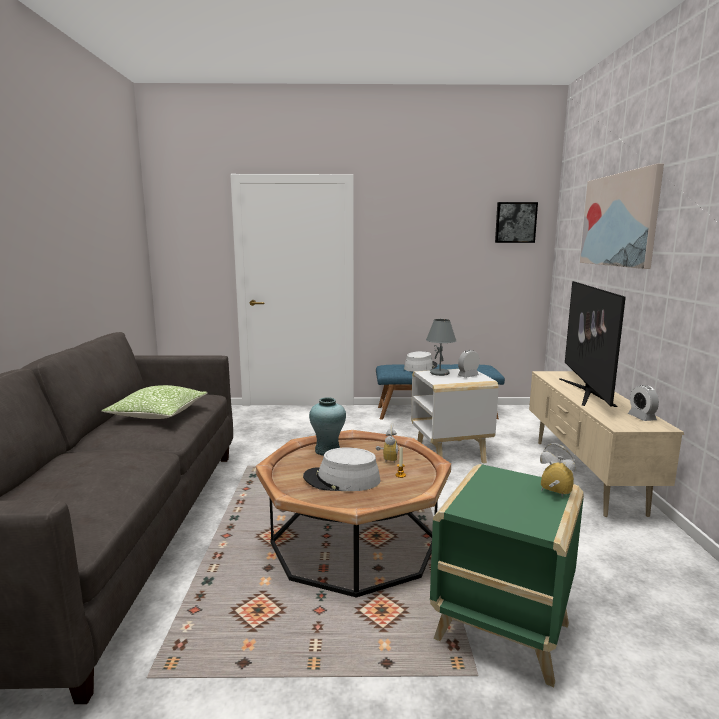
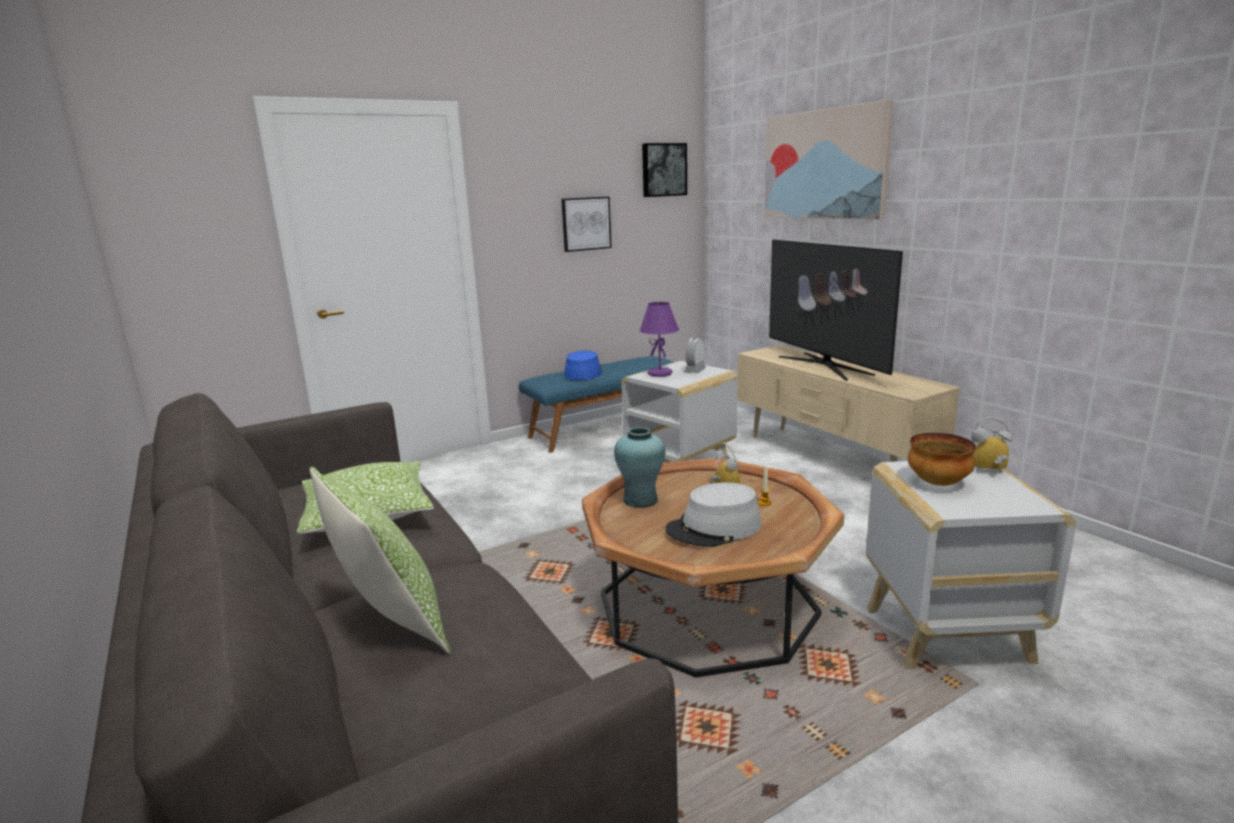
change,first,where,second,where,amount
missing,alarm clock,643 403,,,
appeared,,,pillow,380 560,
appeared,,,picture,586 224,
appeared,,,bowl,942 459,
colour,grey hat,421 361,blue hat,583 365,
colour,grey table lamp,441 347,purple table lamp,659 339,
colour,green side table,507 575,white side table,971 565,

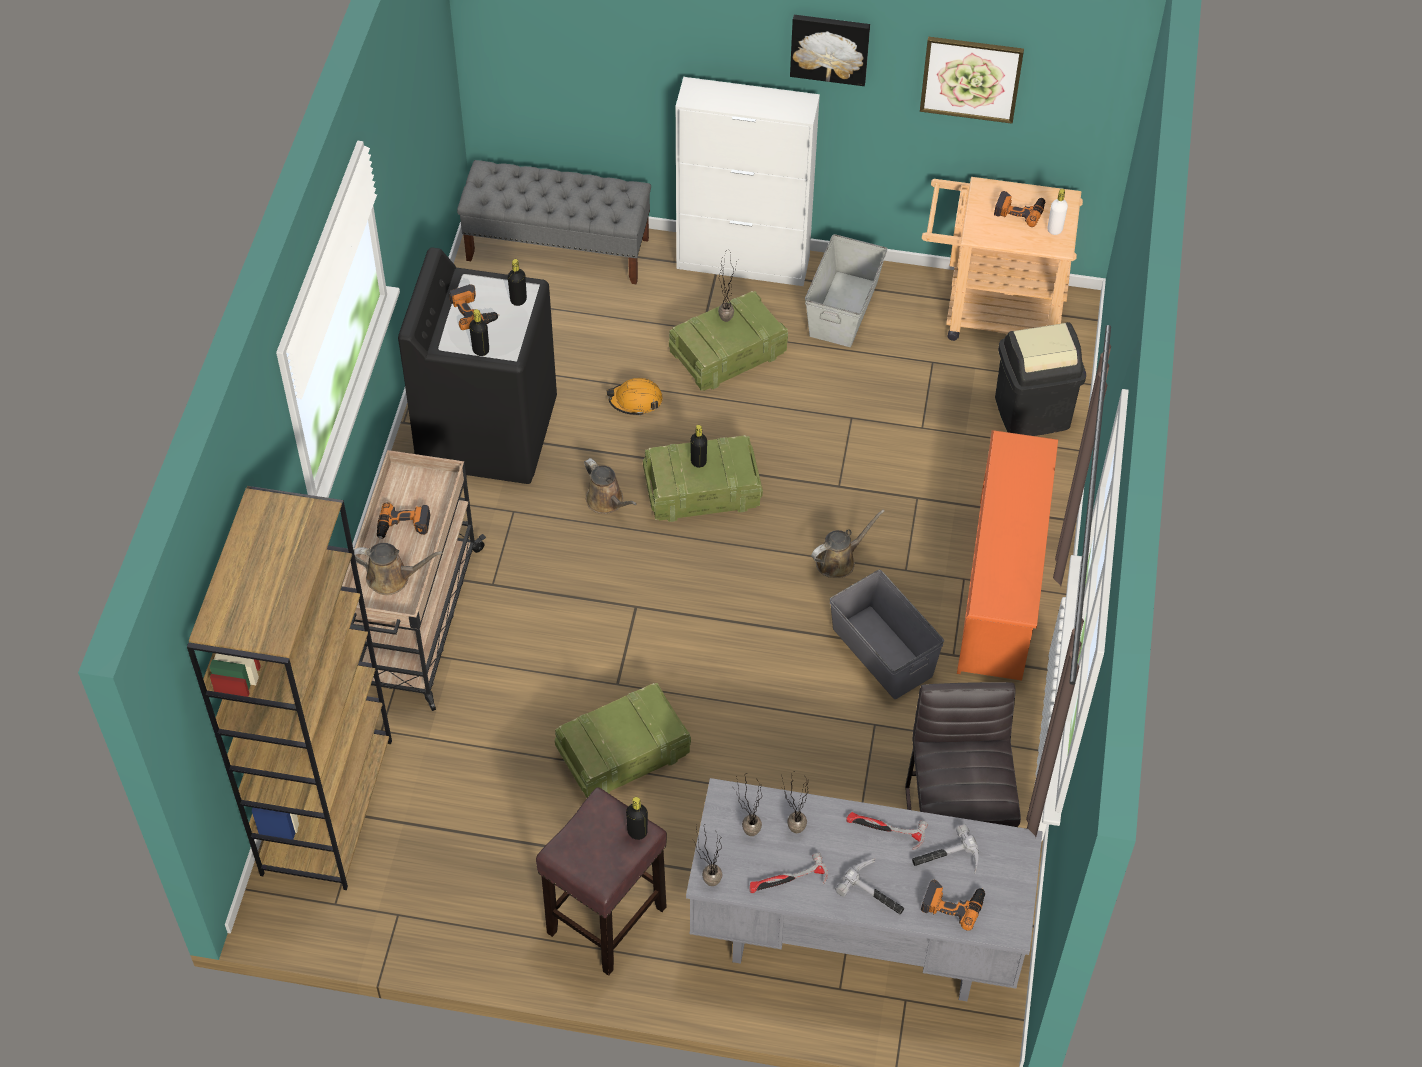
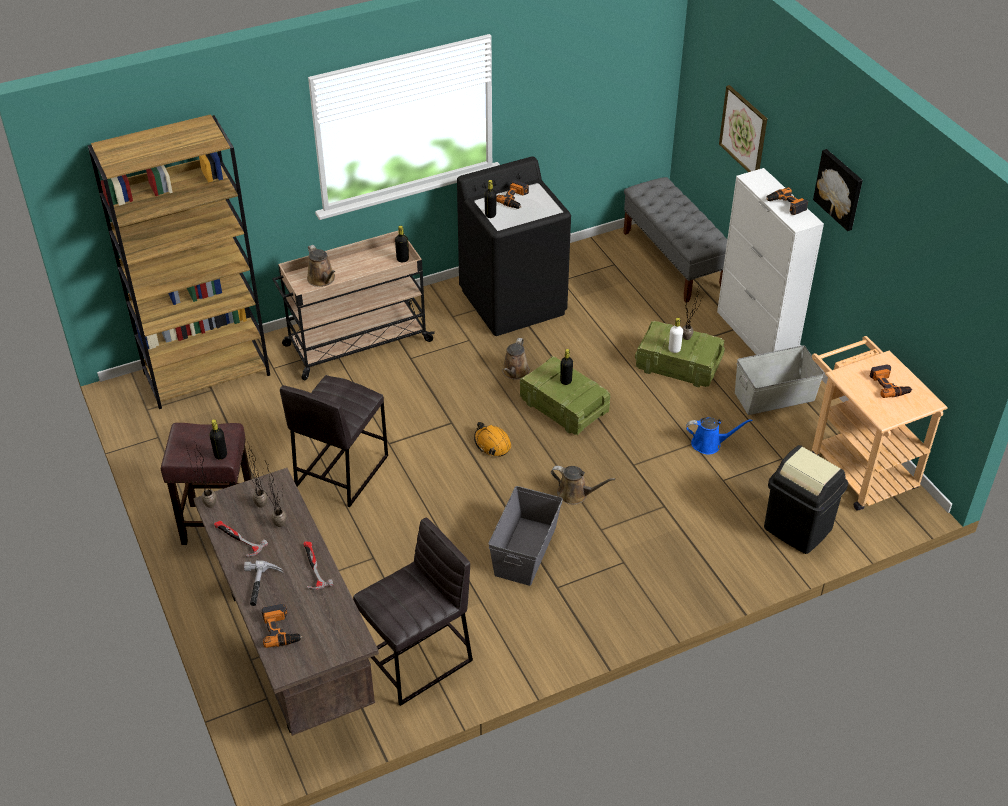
change,first,where,second,where,amount
missing,hammer,945 848,,,
missing,orange shoe rack,1007 555,,,
appeared,,,blue watering can,719 436,
relocated,power drill,403 521,,787 201,
relocated,black bottle,517 282,,402 244,
relocated,orange hard hat,634 397,,492 439,
relocated,picture,972 80,,743 128,
relocated,white bottle,1058 212,,676 335,
exchanged,crate,623 740,grey stool,334 441,
colour,grey desk,864 889,brown desk,286 602,

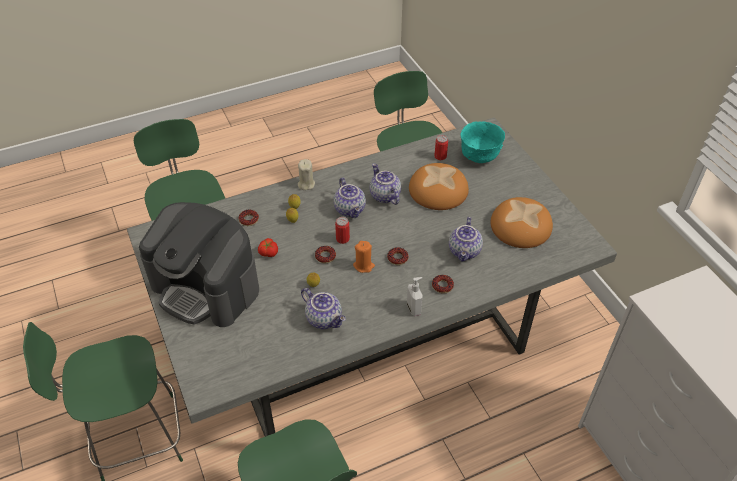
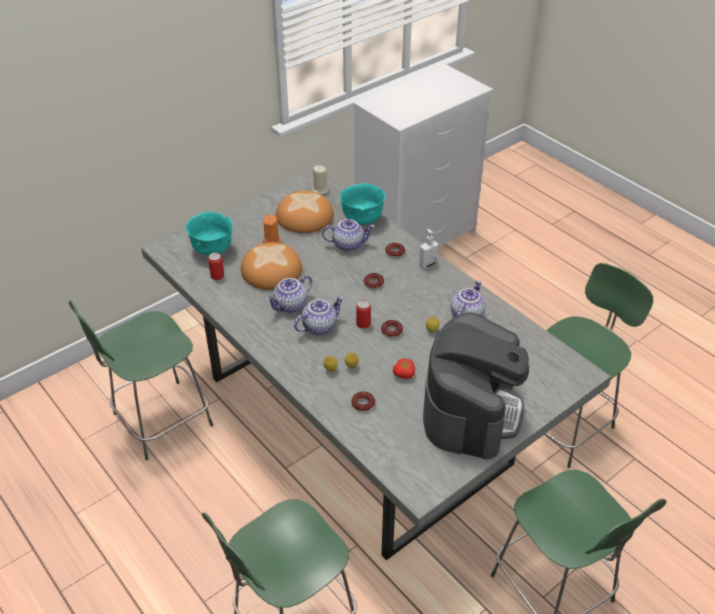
change,first,where,second,where,amount
appeared,,,turquoise bowl,363 204,
relocated,beige candle,306 174,,320 180,
relocated,orange candle,364 257,,272 229,

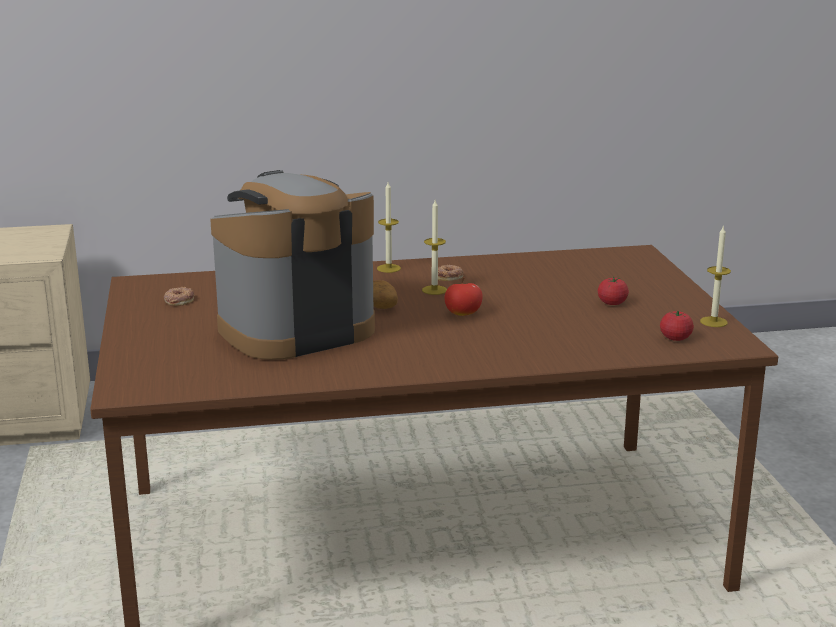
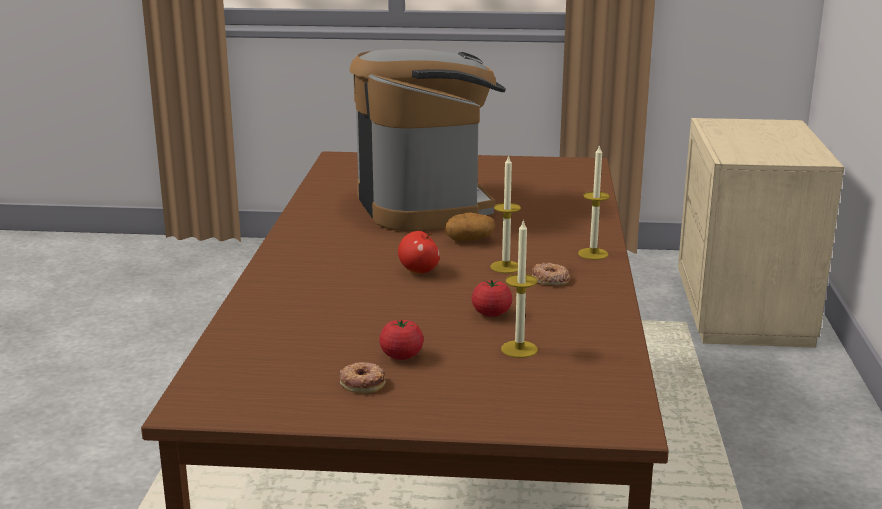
change,first,where,second,where,amount
relocated,donut,179 296,,363 377,
relocated,tomato,677 326,,491 298,
relocated,candle,715 276,,519 289,

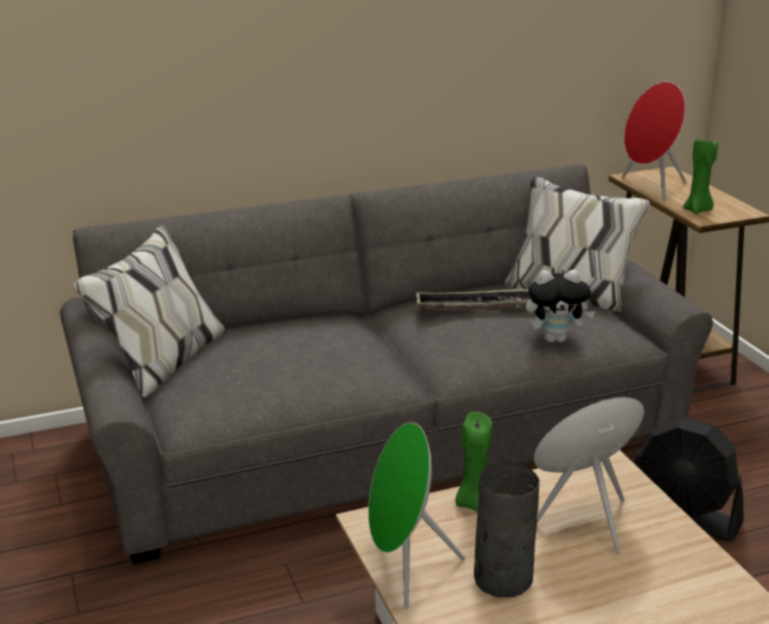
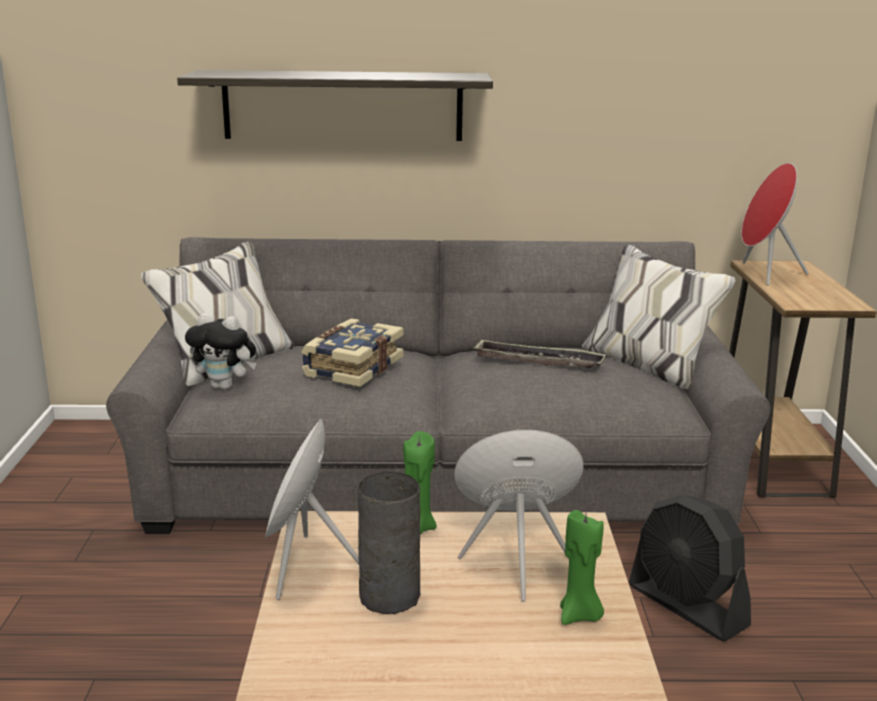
change,first,where,second,where,amount
appeared,,,shelf,335 105,
appeared,,,book,352 352,
relocated,plush toy,561 306,,220 351,
relocated,green candle,700 176,,582 567,
colour,green speaker,416 515,white speaker,312 509,

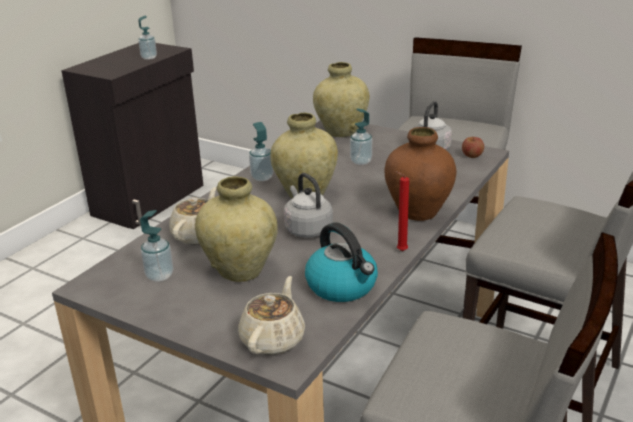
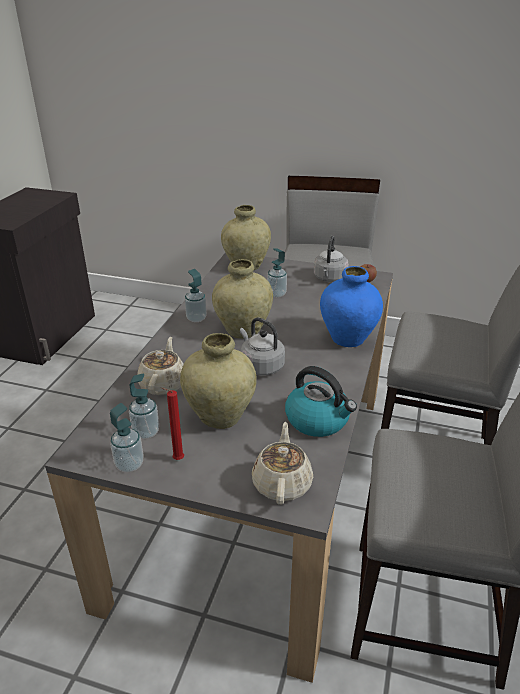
change,first,where,second,where,amount
relocated,soap dispenser,147 38,,127 438,
relocated,red candle,402 211,,172 423,
colour,brown vase,420 174,blue vase,351 306,

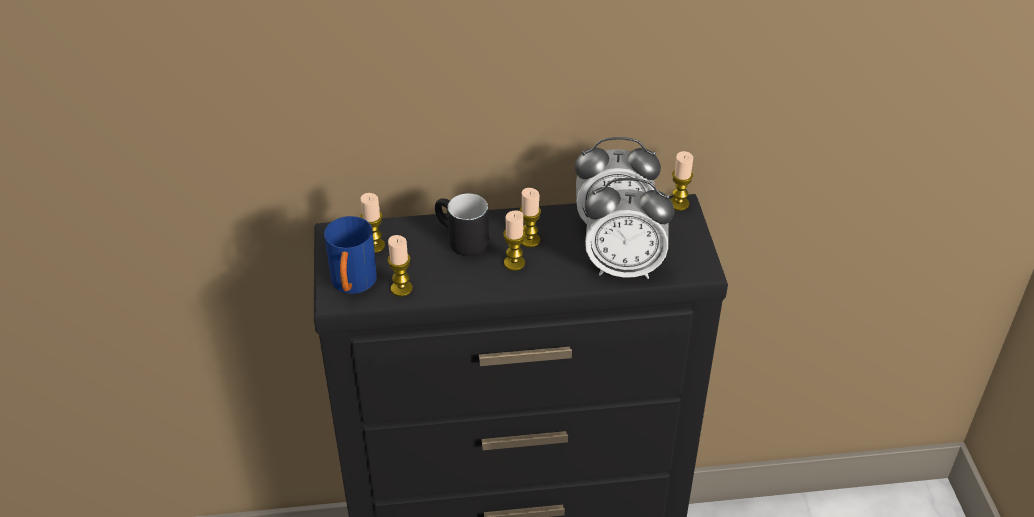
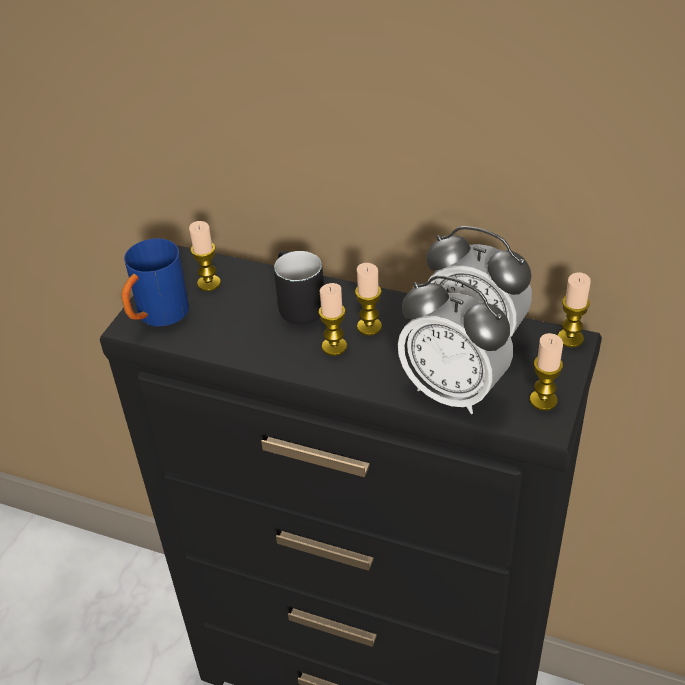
change,first,where,second,where,amount
relocated,candle,400 266,,546 372,

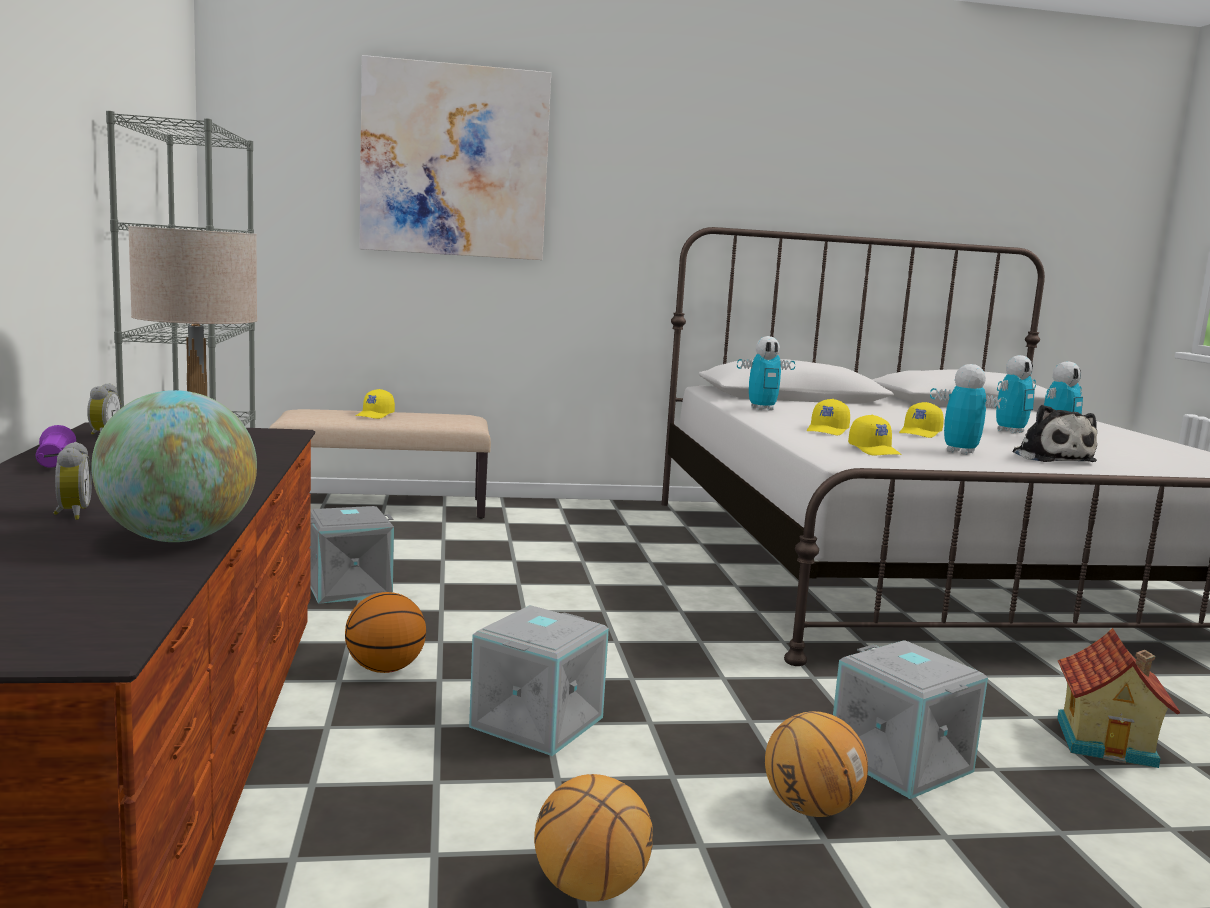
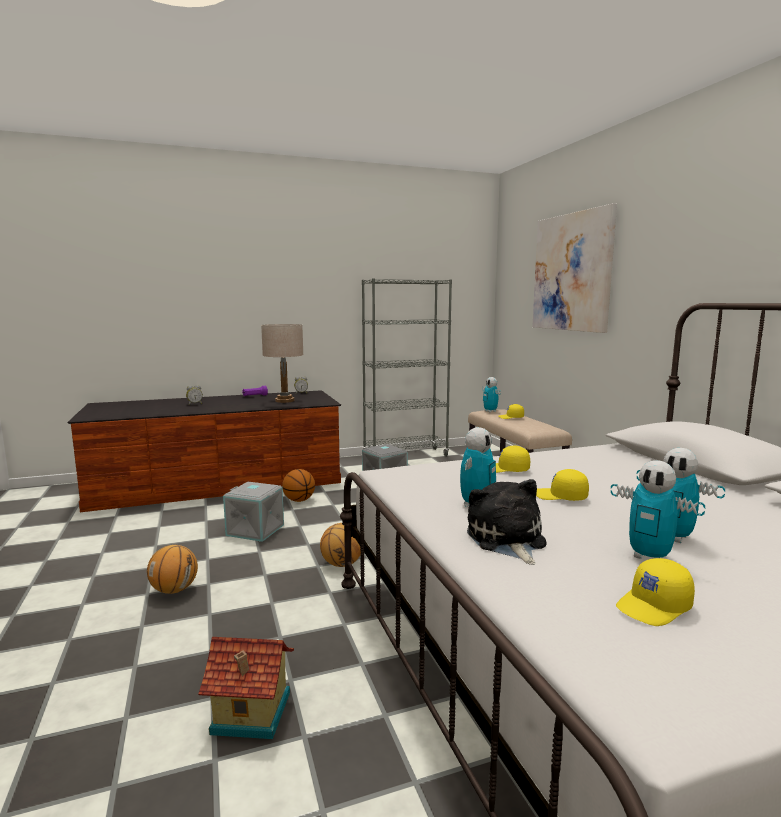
change,first,where,second,where,amount
missing,globe,174 466,,,
missing,grey storage box,910 719,,,
relocated,basketball,593 838,,340 545,
relocated,toy robot,766 373,,491 394,
relocated,yellow cap,875 435,,655 592,
spun,plush toy,1054 433,,506 522,105 degrees clockwise

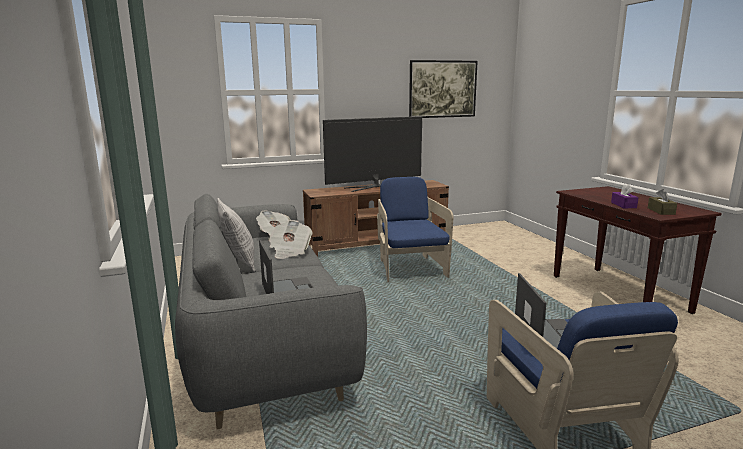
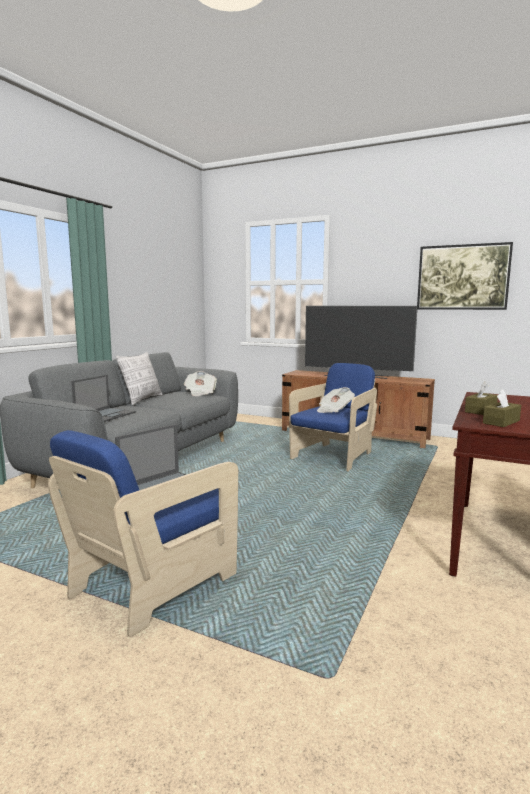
change,first,where,second,where,amount
relocated,newspaper,290 239,,336 400,
colour,purple tissue box,625 196,brown tissue box,481 398,

